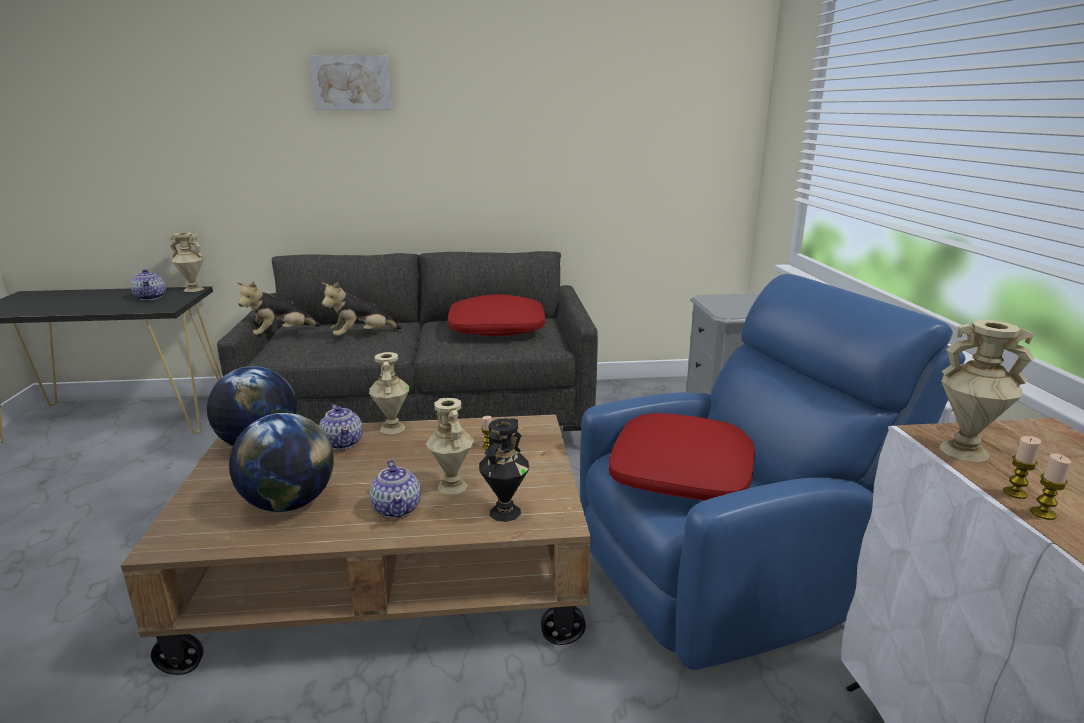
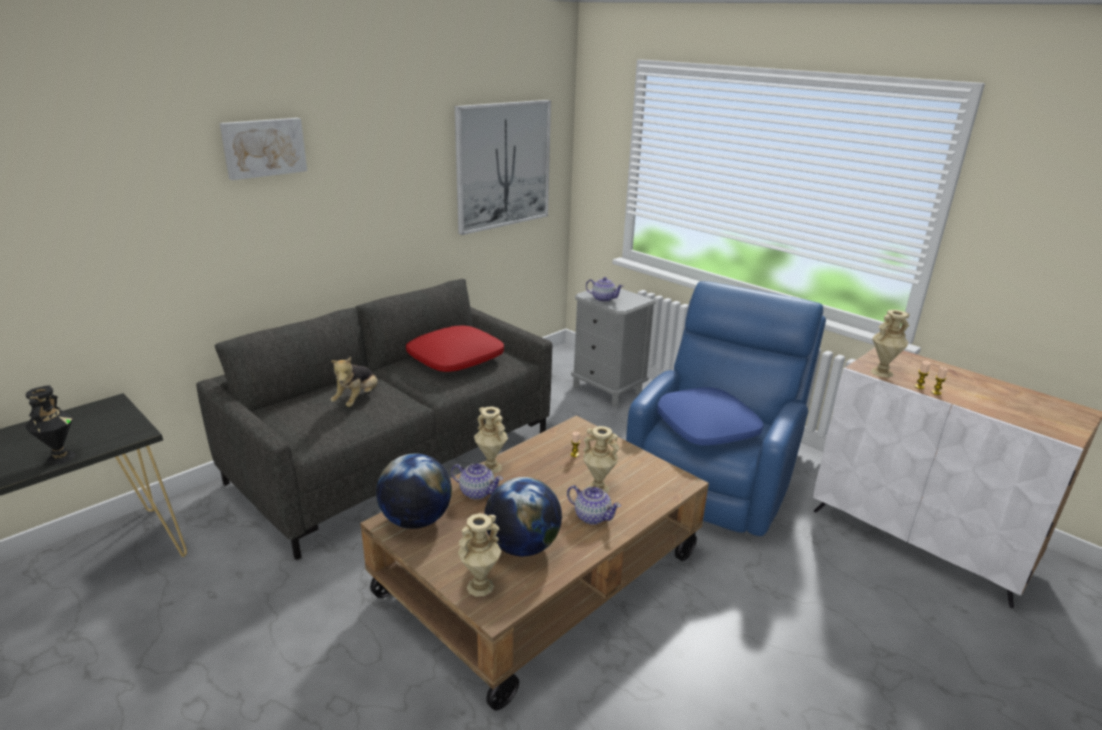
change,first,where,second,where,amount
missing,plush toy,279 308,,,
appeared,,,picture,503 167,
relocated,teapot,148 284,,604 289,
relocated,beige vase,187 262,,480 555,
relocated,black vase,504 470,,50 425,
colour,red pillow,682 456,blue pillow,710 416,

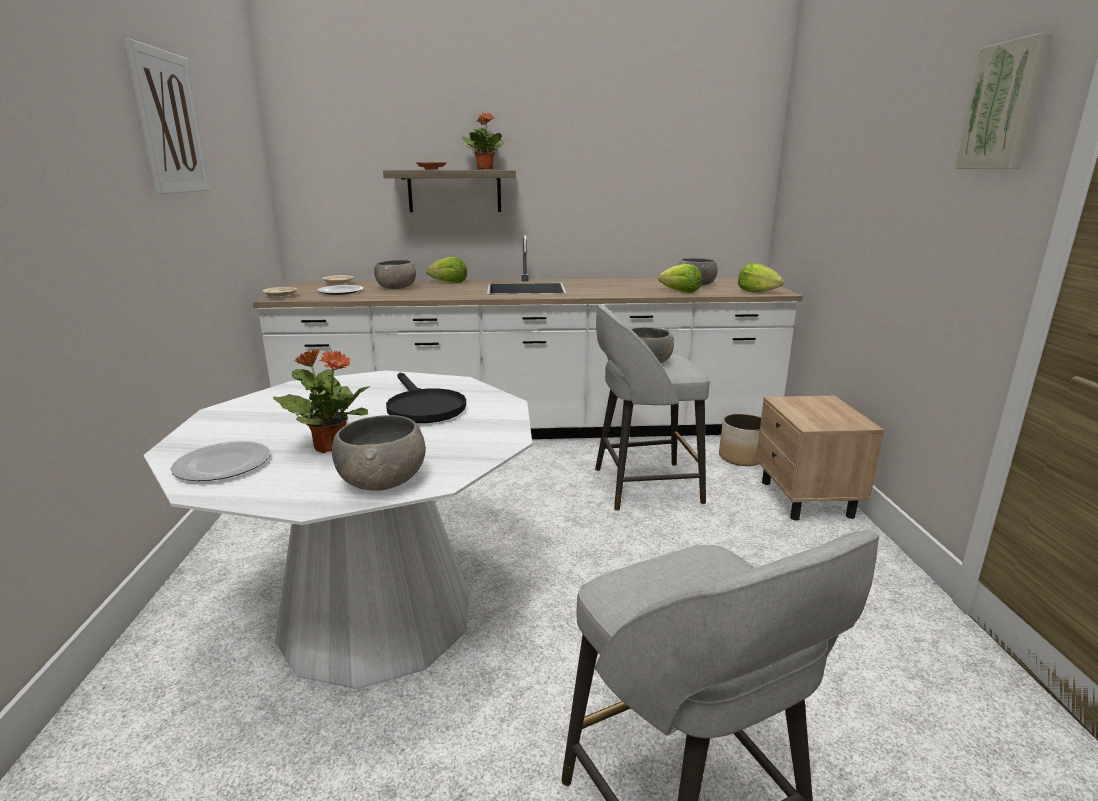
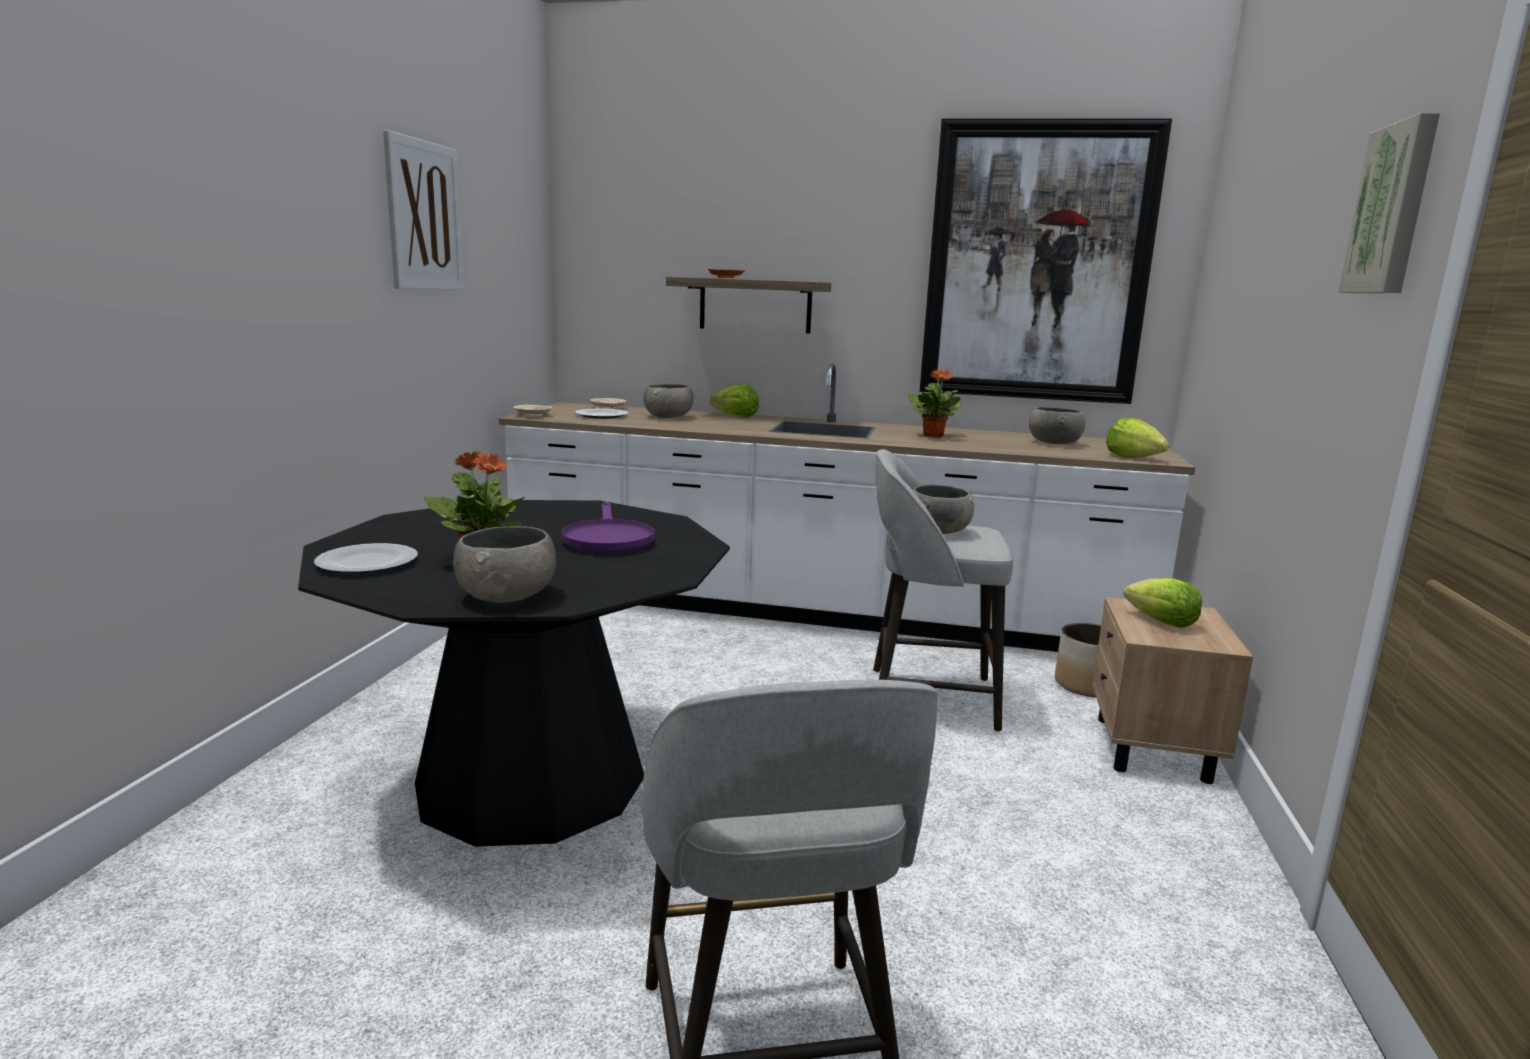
change,first,where,second,where,amount
appeared,,,picture,1046 261,
relocated,potted plant,483 141,,935 403,
relocated,lettuce,680 278,,1163 603,
colour,white dining table,338 529,black dining table,514 673,
colour,black frying pan,426 398,purple frying pan,608 527,

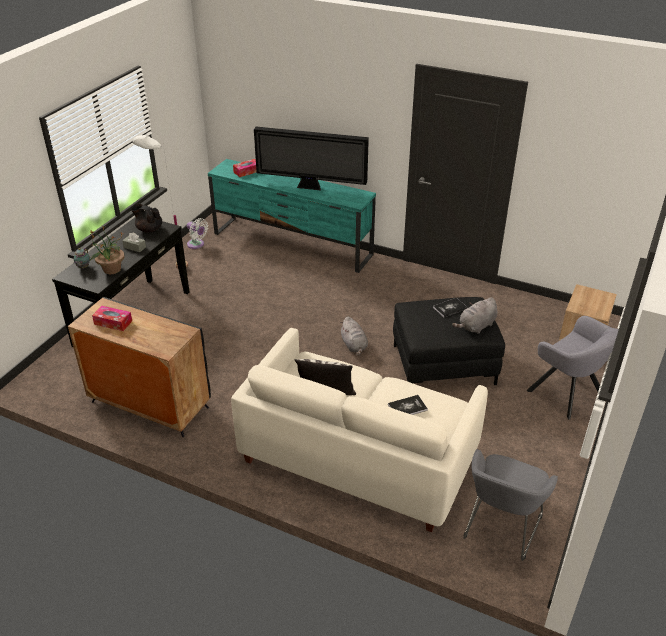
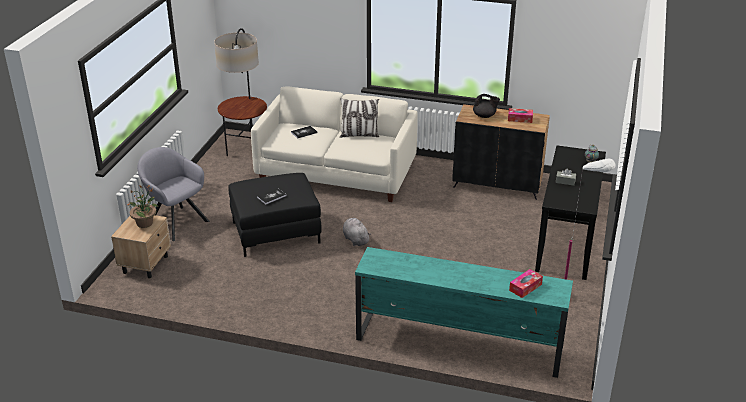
change,first,where,second,where,amount
missing,white fan,197 233,,,
missing,television,311 159,,,
missing,grey plush toy,475 315,,,
relocated,potted plant,106 250,,142 206,
relocated,black teapot,146 218,,486 106,
exchanged,grey armchair,511 505,floor lamp,240 92,

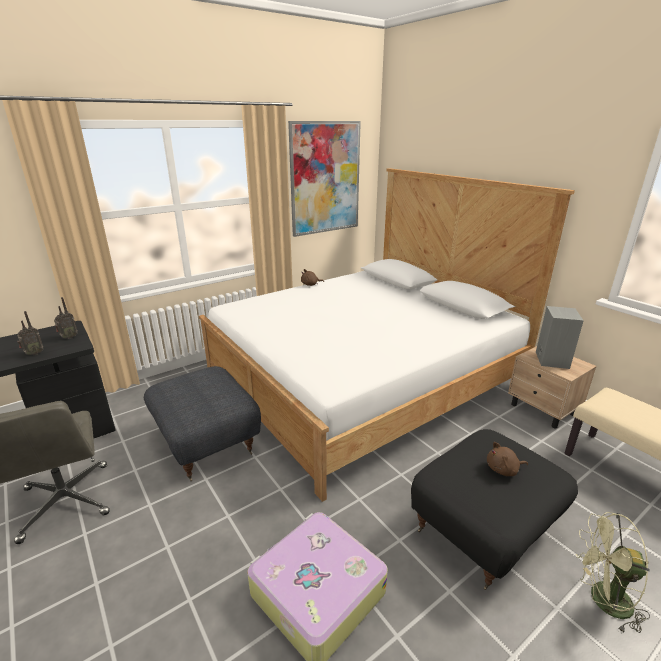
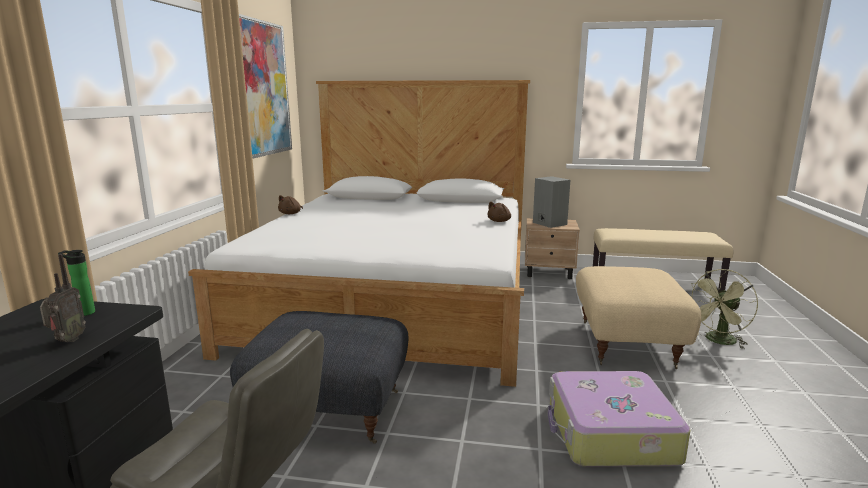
change,first,where,second,where,amount
relocated,brown plush toy,507 459,,499 212,
exchanged,radio,66 318,bottle,76 283,
colour,black ottoman,494 509,beige ottoman,638 317,

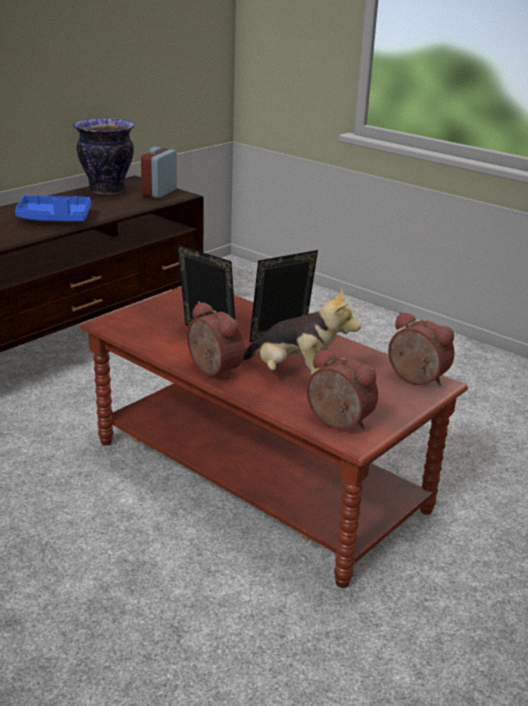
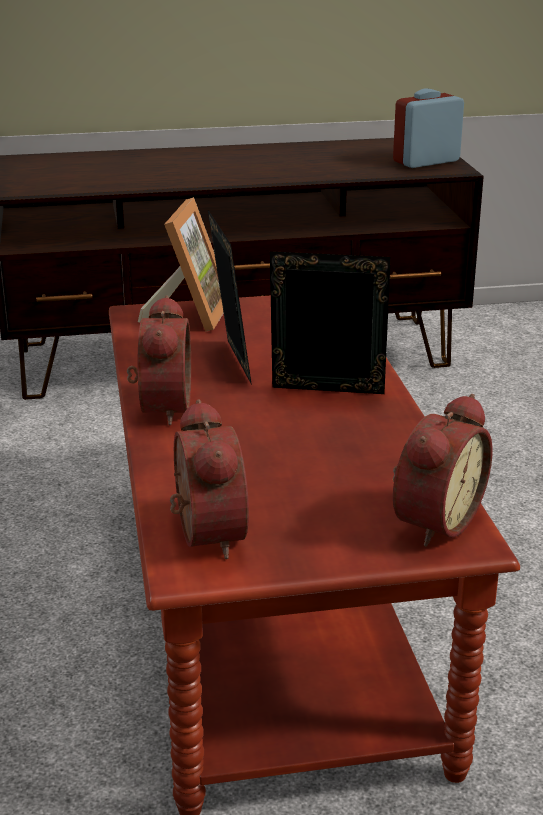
change,first,where,second,where,amount
missing,blue tray,53 208,,,
missing,vase,104 156,,,
missing,plush toy,302 331,,,
appeared,,,picture frame,181 264,
spun,alarm clock,421 349,,442 470,45 degrees clockwise

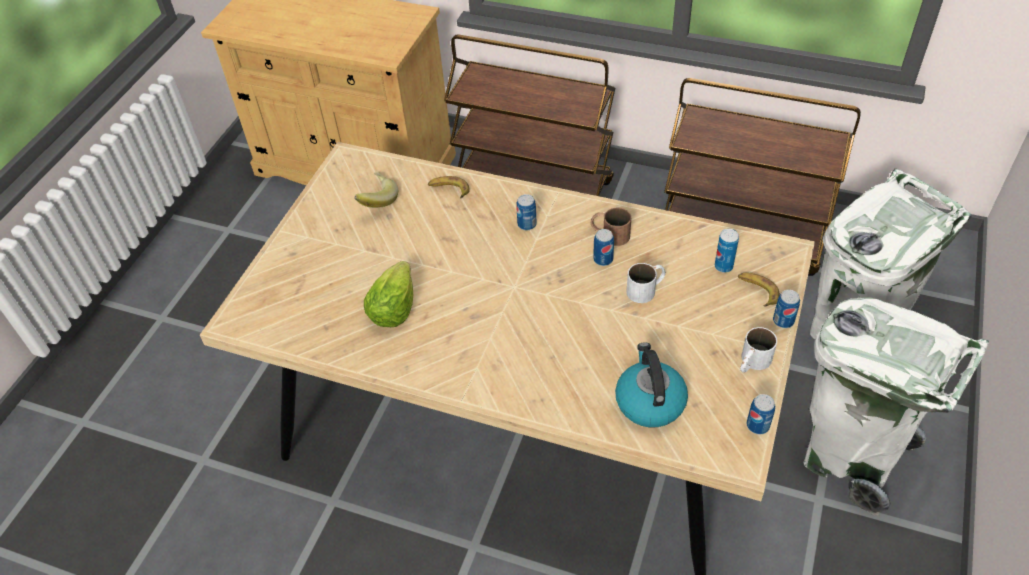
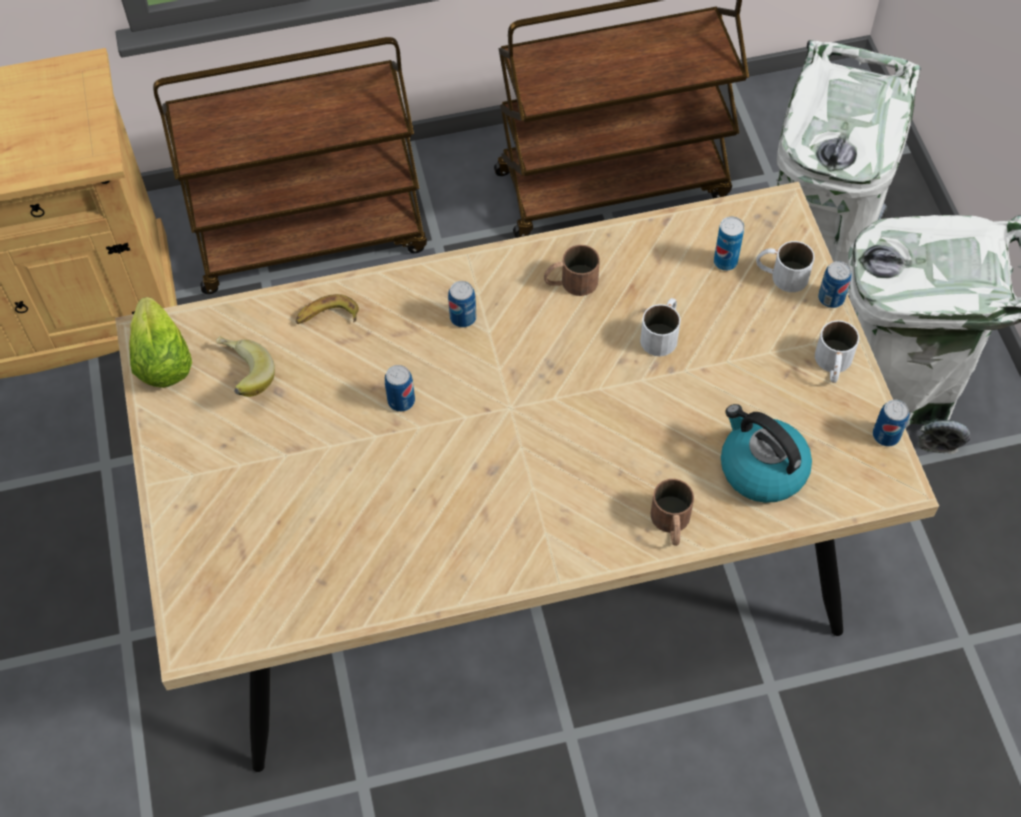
change,first,where,second,where,amount
appeared,,,brown mug,672 512,
relocated,lettuce,388 294,,160 342,
relocated,can,603 247,,400 388,
exchanged,banana,759 290,white mug,785 266,

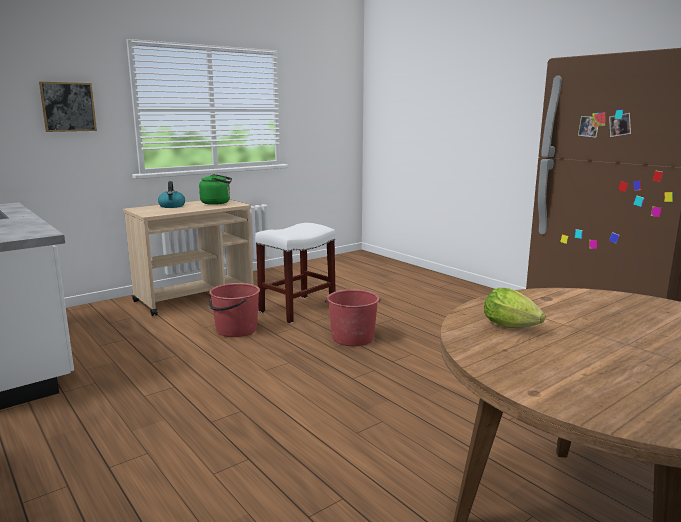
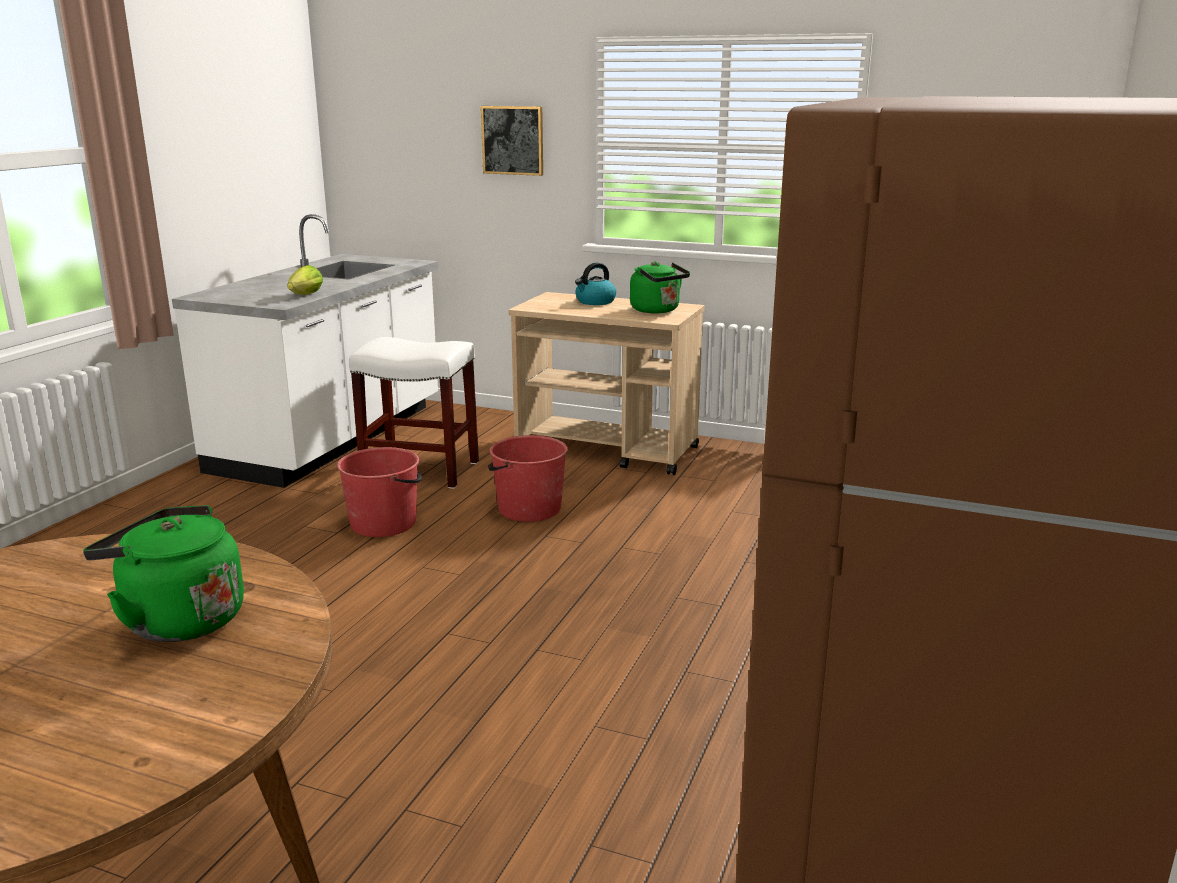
change,first,where,second,where,amount
appeared,,,green kettle,163 573,
relocated,white stool,295 273,,414 413,
relocated,red bucket,353 317,,379 492,
relocated,lettuce,514 308,,305 280,

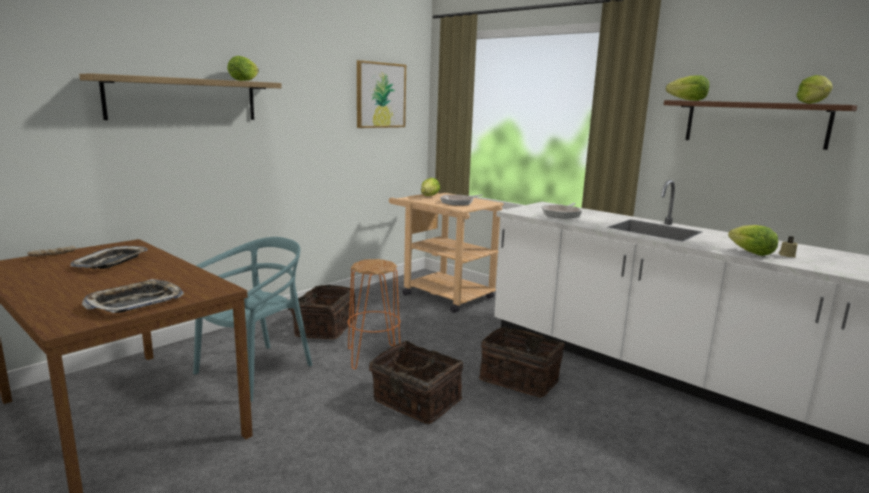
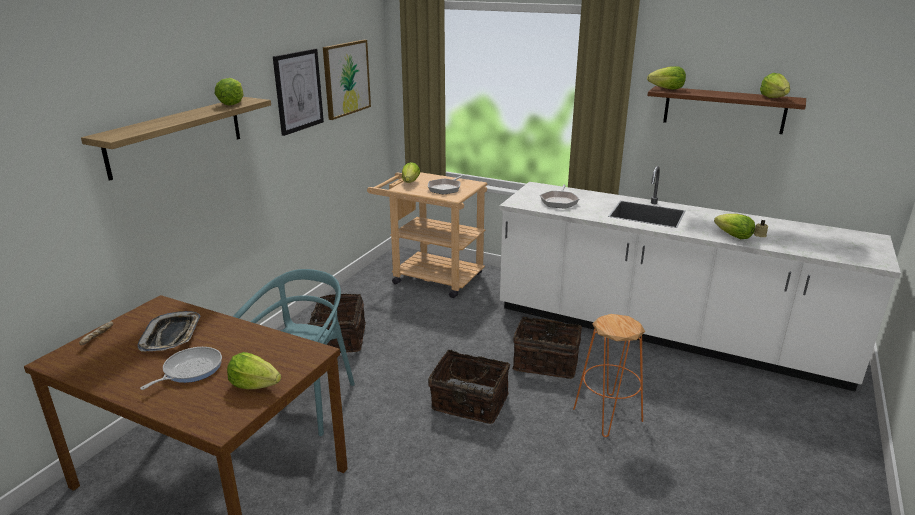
change,first,where,second,where,amount
appeared,,,frying pan,181 368,
appeared,,,picture,298 92,
relocated,orange stool,374 314,,609 375,
exchanged,tray,133 296,lettuce,254 370,

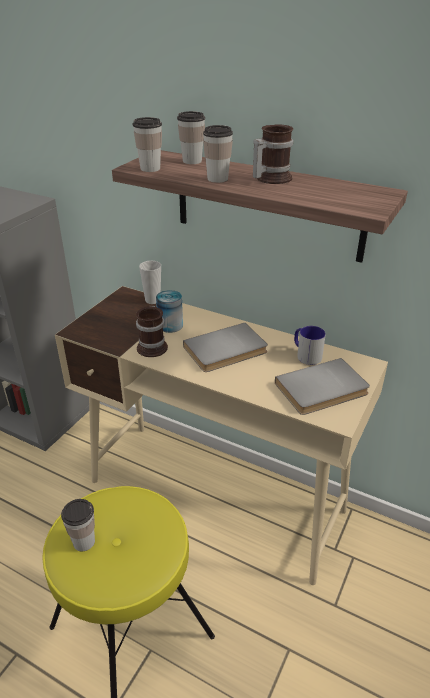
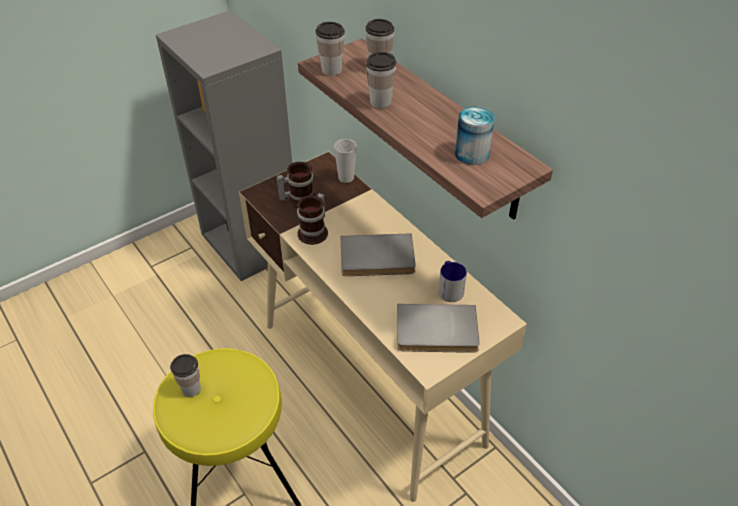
change,first,where,second,where,amount
relocated,can,169 311,,475 135,
relocated,mug,273 154,,296 185,

